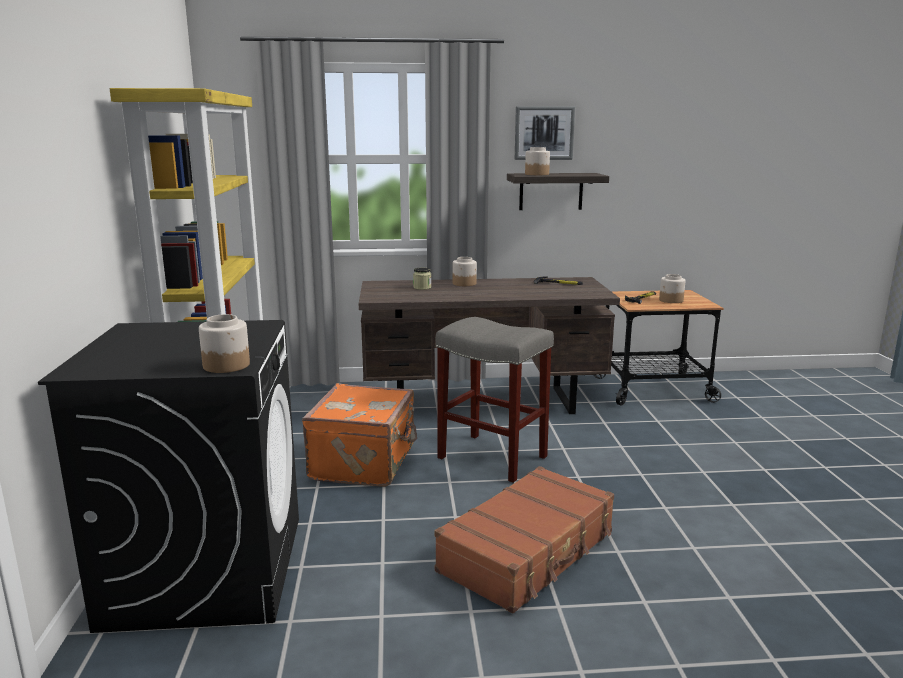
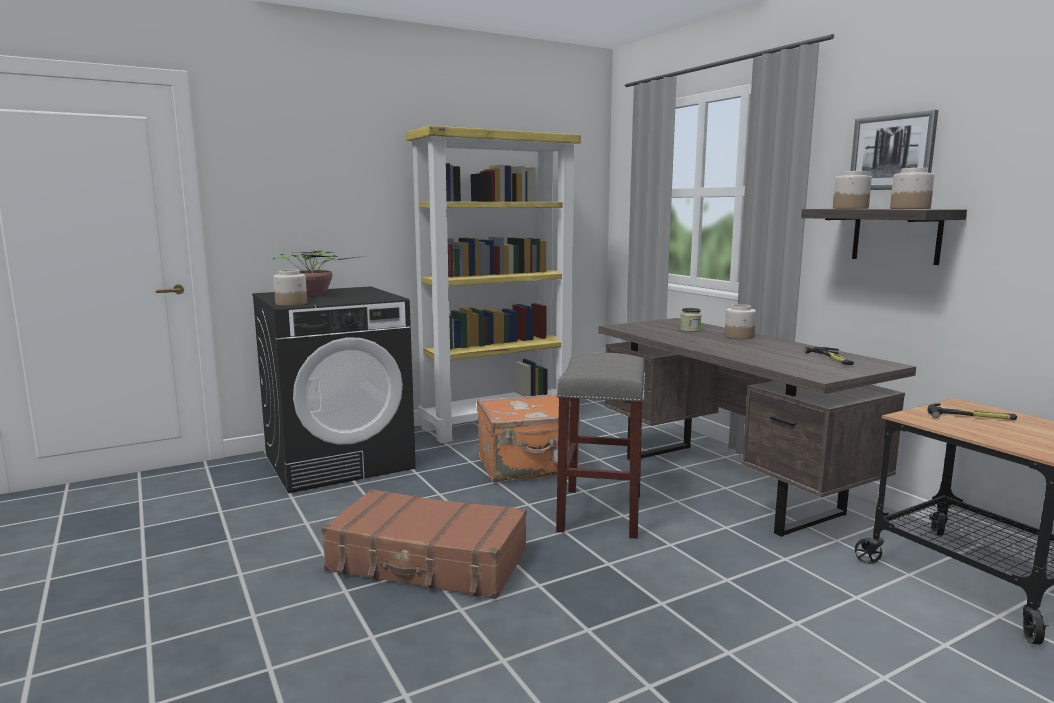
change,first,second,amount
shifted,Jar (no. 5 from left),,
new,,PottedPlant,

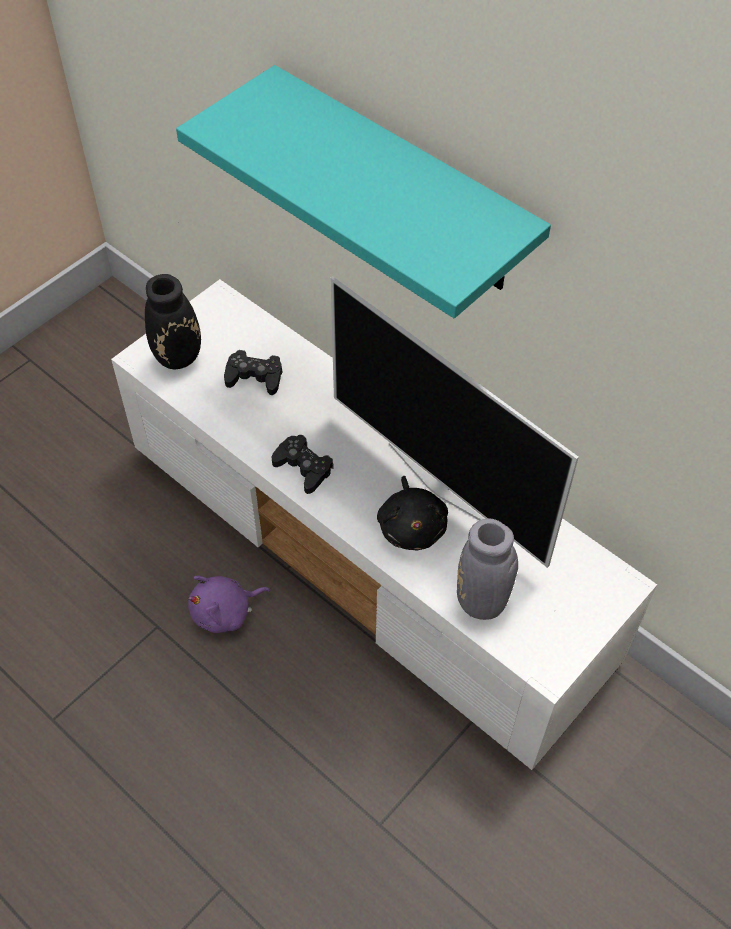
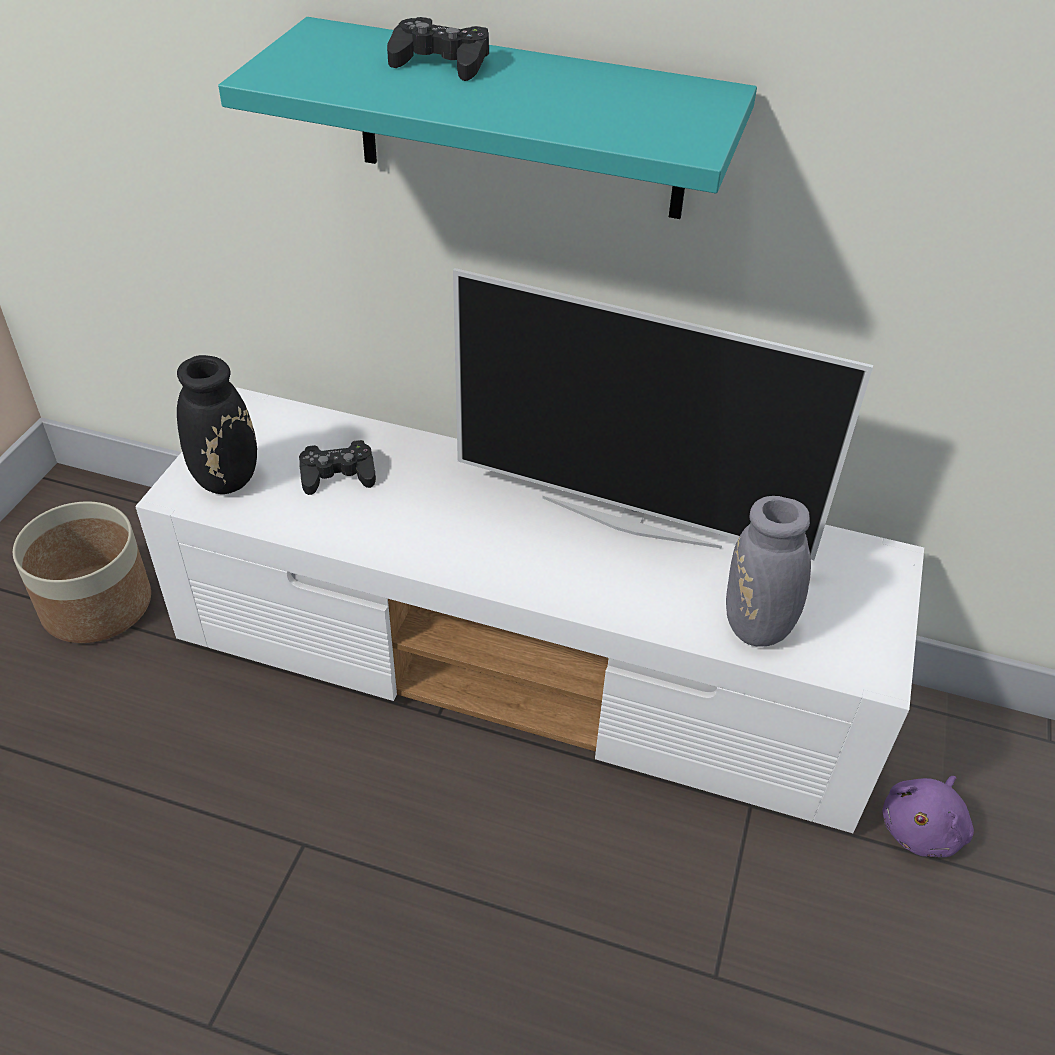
change,first,second,amount
shifted,BlackGameController (no. 2 from left),,
gone,BlackPlushToy,,
shifted,PurplePlushToy,,
new,,Planter,

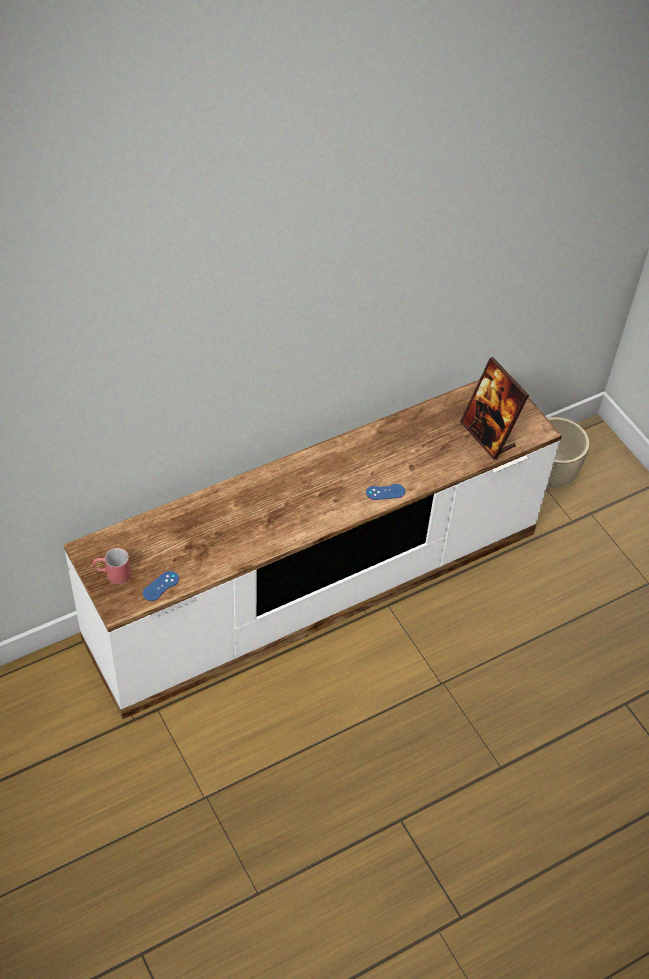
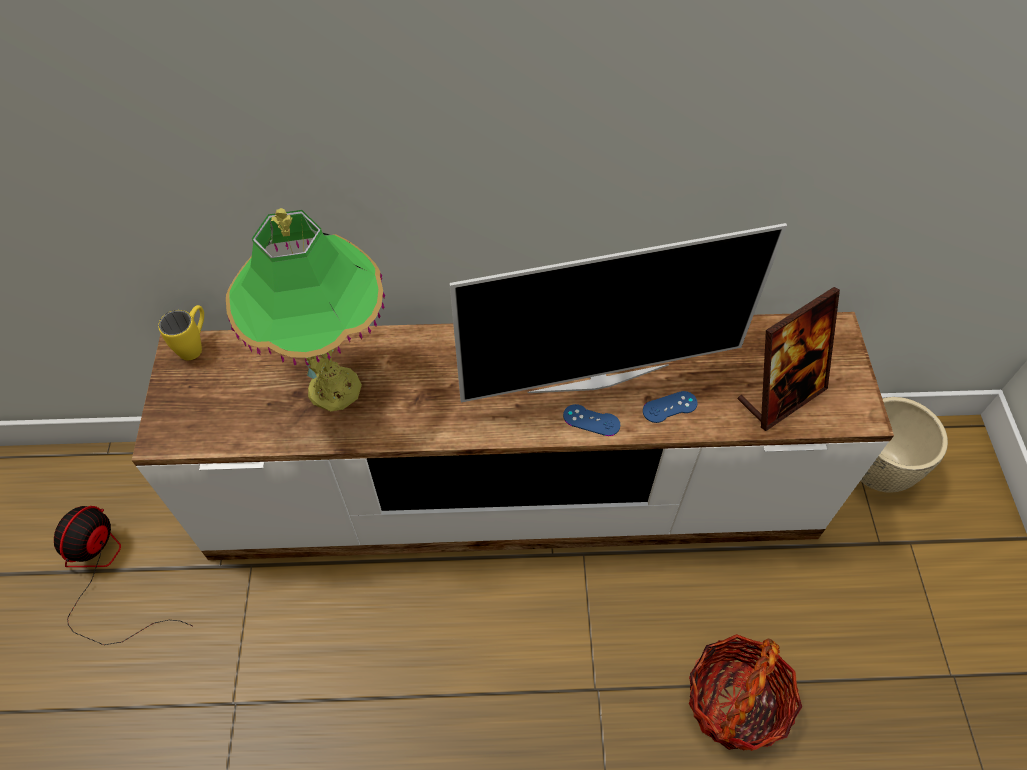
change,first,second,amount
rotated,PictureFrame,,120 degrees counterclockwise
gone,RedMug,,
shifted,BlueGameController (no. 1 from left in the first image),BlueGameController (no. 2 from left),
new,,TableLamp,
new,,Television,
new,,YellowMug,
new,,Fan,
new,,Basket,

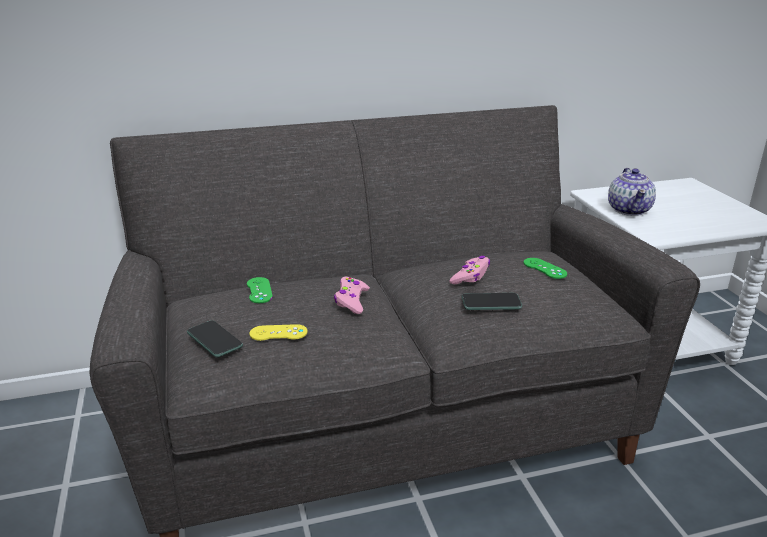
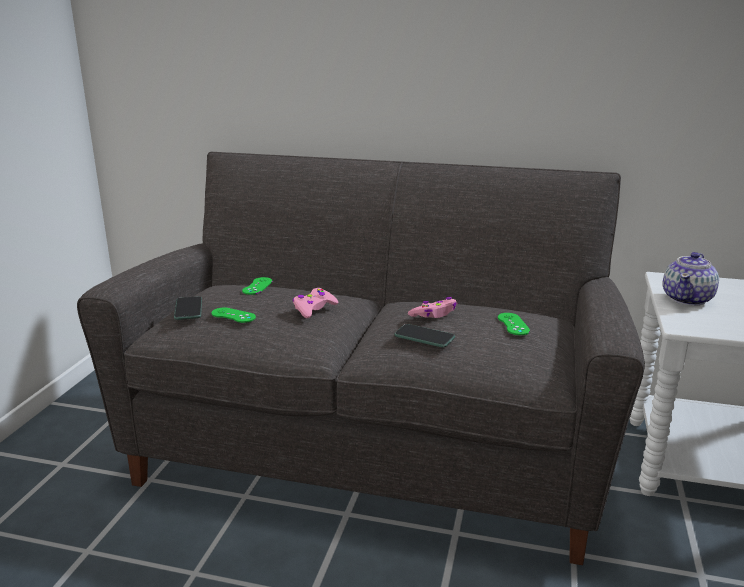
change,first,second,amount
repainted,YellowGameController,GreenGameController (no. 1 from left),

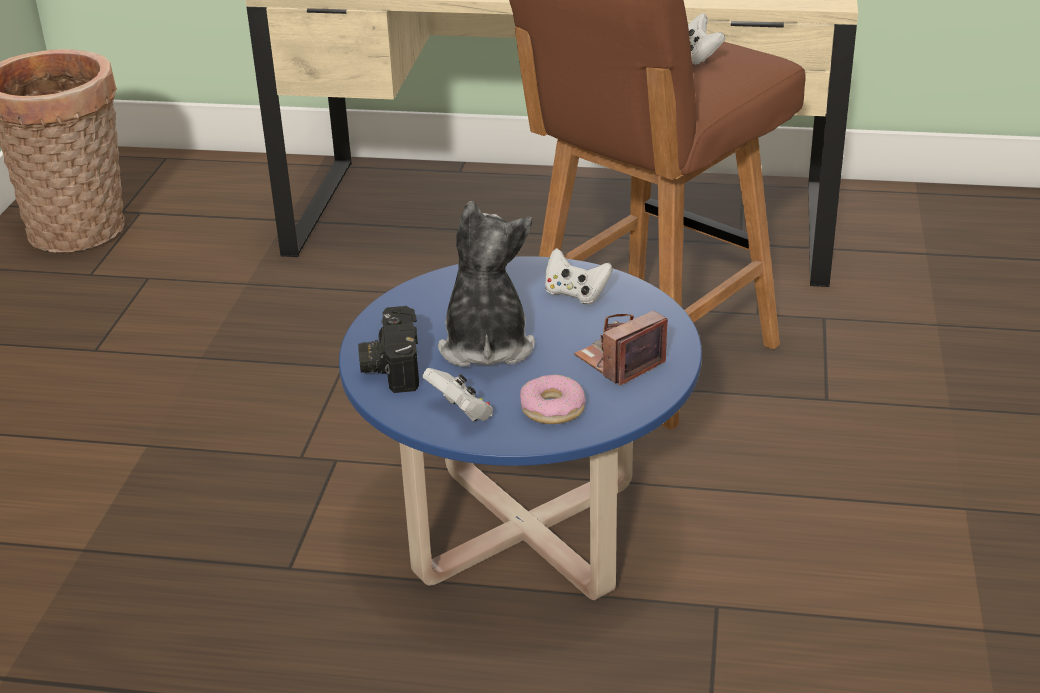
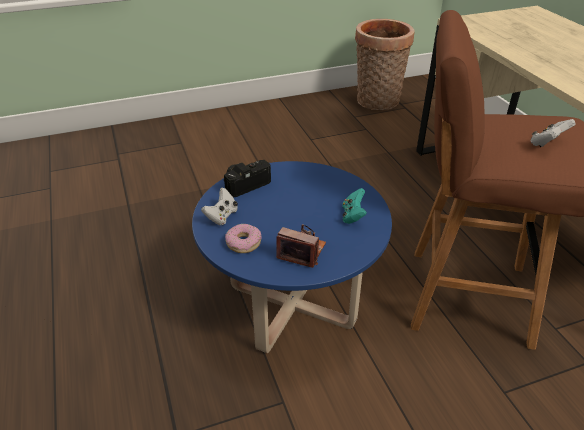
change,first,second,amount
gone,PlushToy,,
repainted,WhiteGameController (no. 2 from left),TurquoiseGameController,

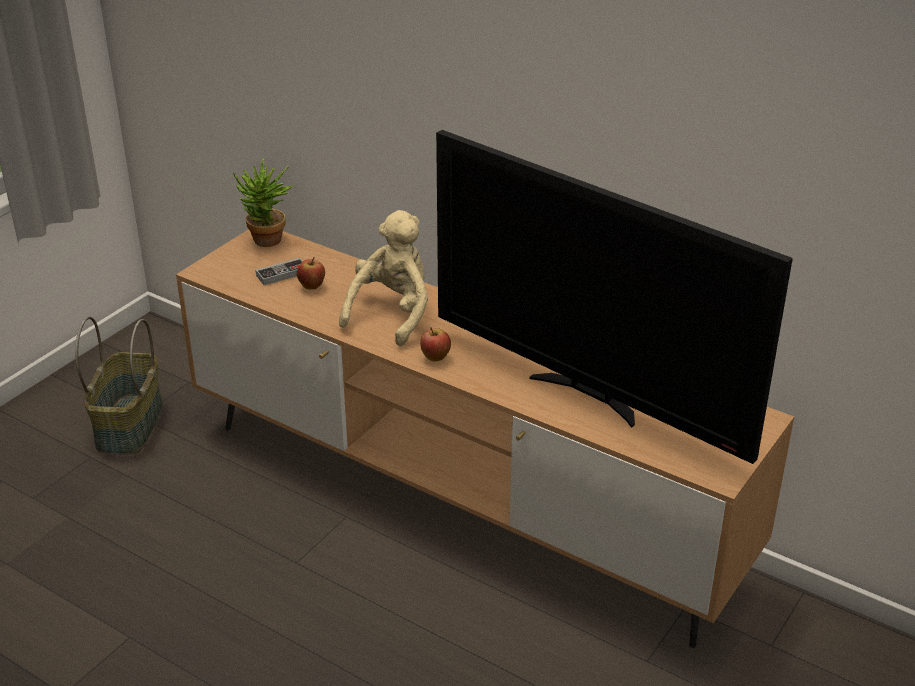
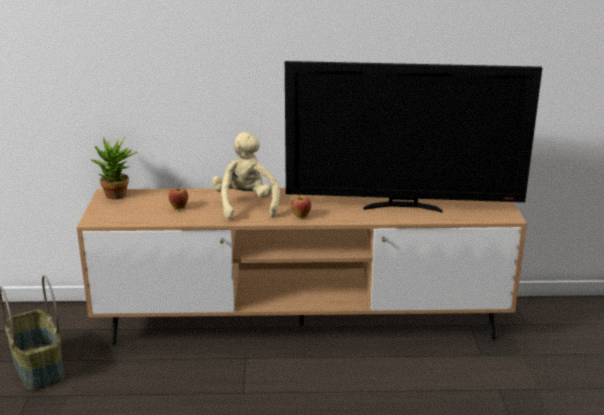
change,first,second,amount
gone,GameController,,

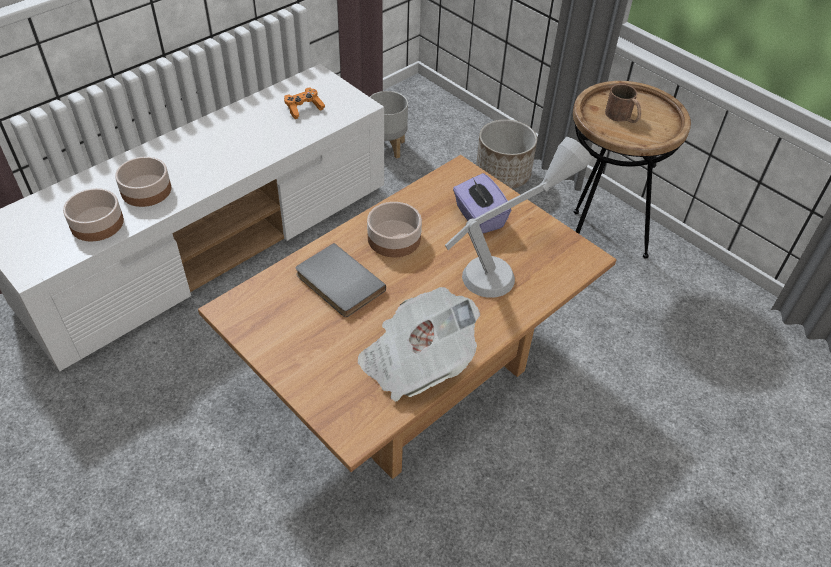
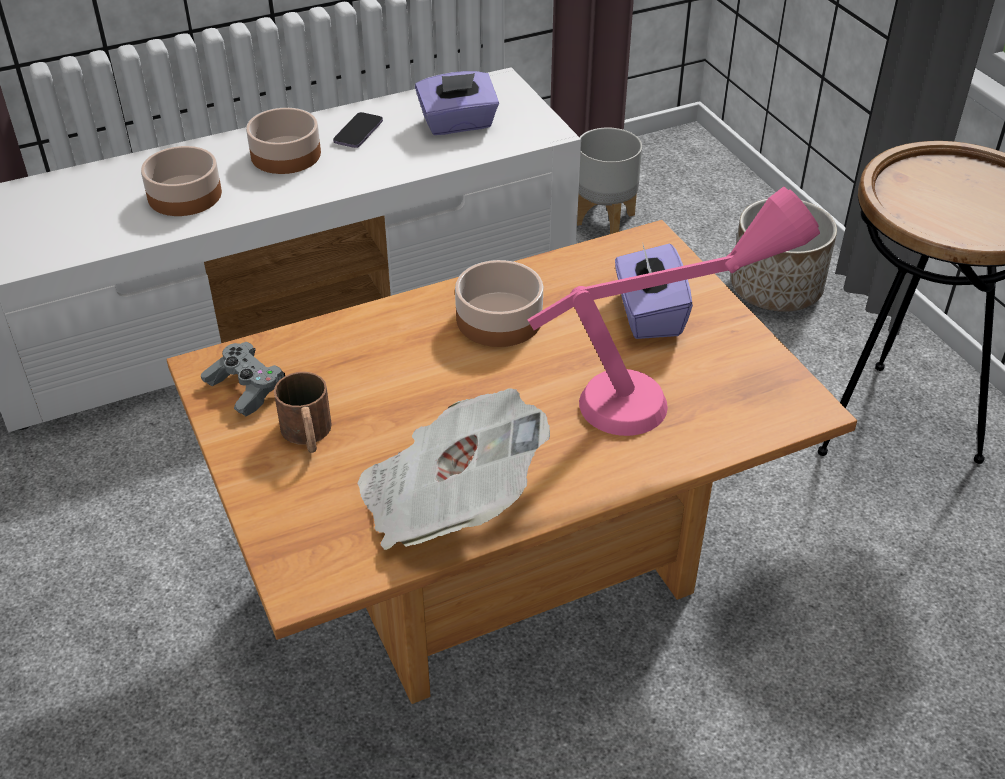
change,first,second,amount
shifted,BrownMug,,
swapped,OrangeGameController,PurpleTissueBox (no. 1 from left),
repainted,GreyTableLamp,PinkTableLamp,
shifted,Bowl (no. 1 from left in the first image),Bowl (no. 2 from left),
gone,GreyBook,,
new,,Phone,
new,,GreyGameController,

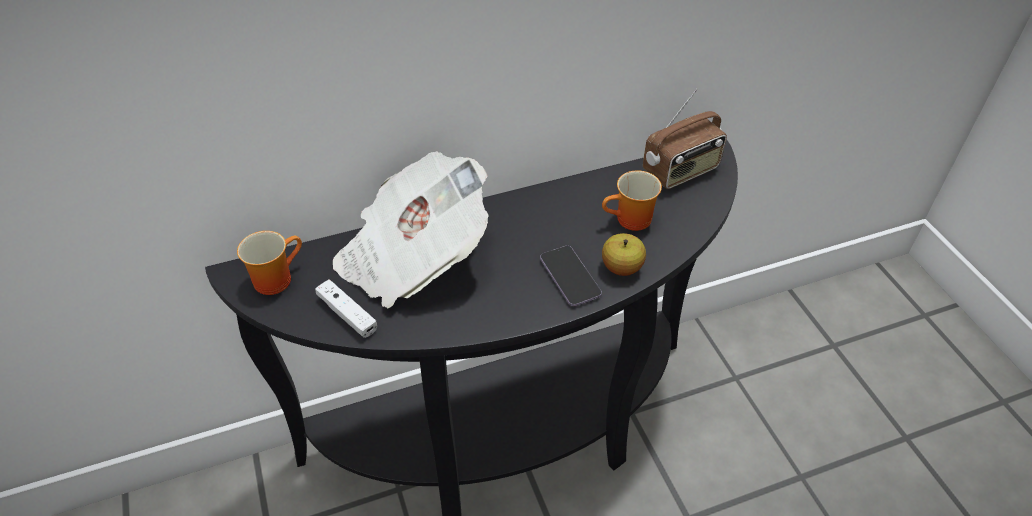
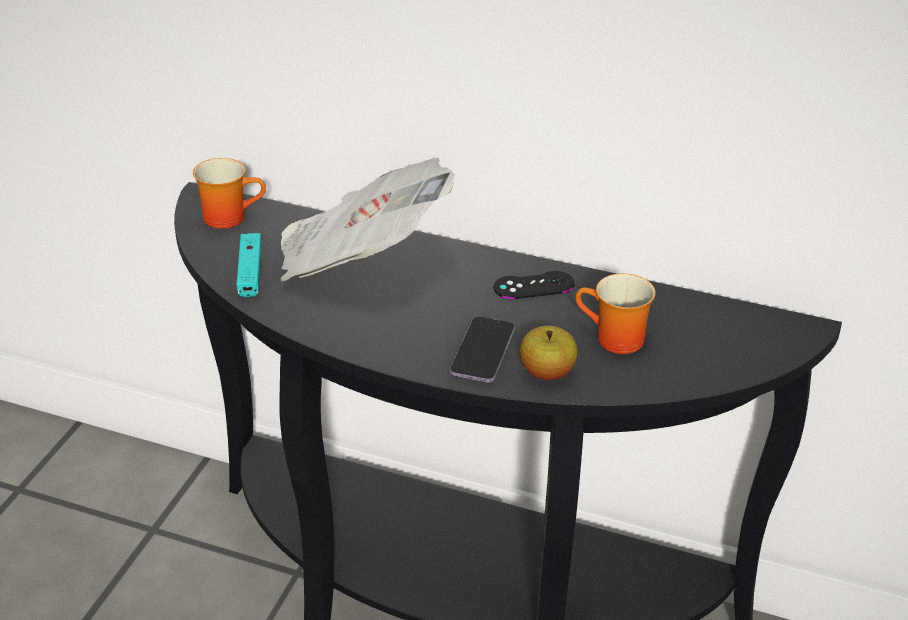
change,first,second,amount
gone,Radio,,
repainted,WhiteGameController,TurquoiseGameController,
new,,BlackGameController,

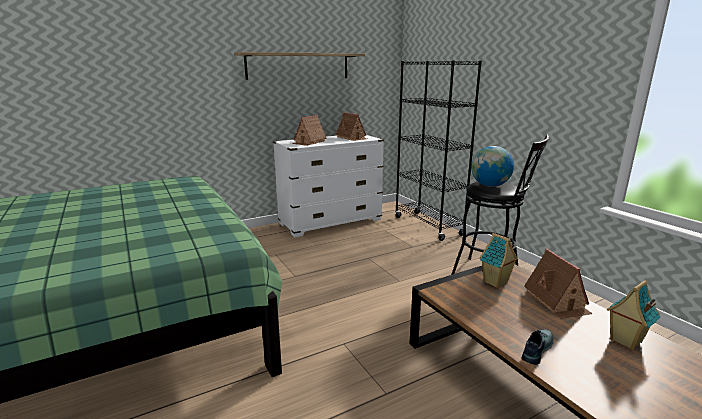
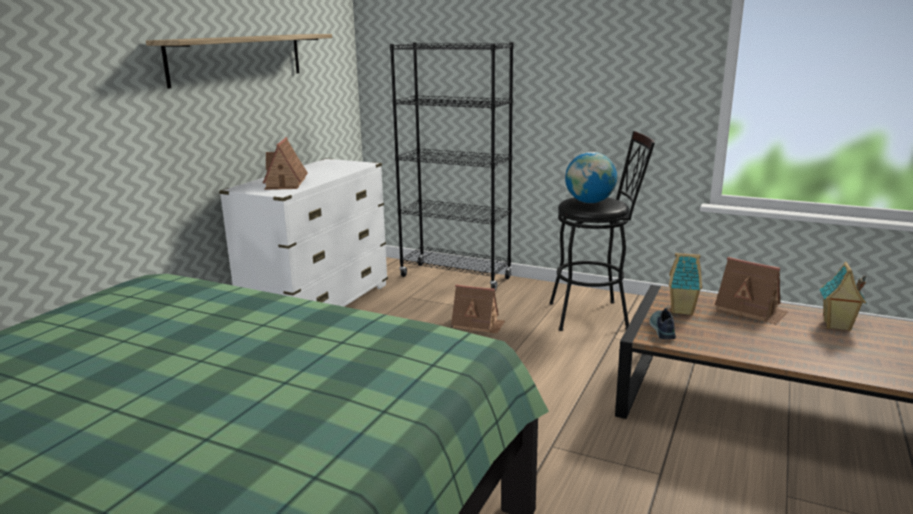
change,first,second,amount
shifted,ToyHouse (no. 2 from left),,
shifted,Shoe,,

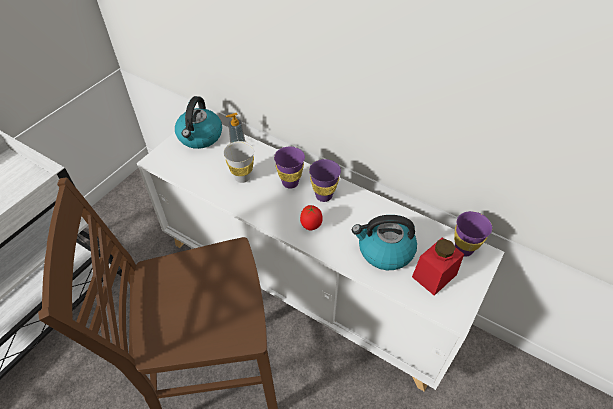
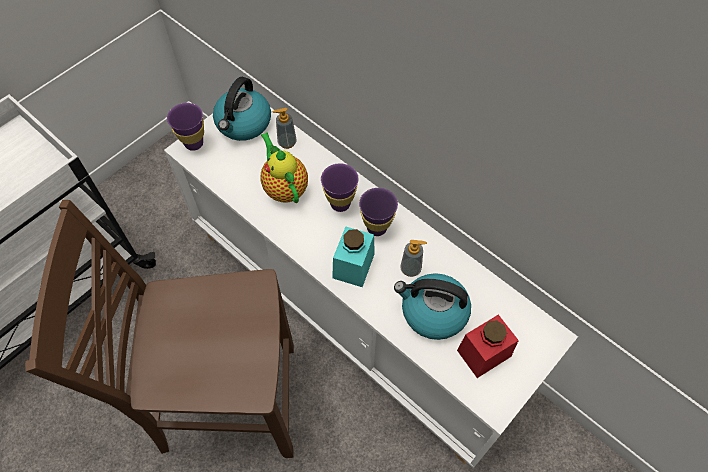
change,first,second,amount
swapped,WhiteCup,Teapot,
swapped,Tomato,TurquoiseJar,
shifted,PurpleCup (no. 3 from left in the first image),PurpleCup (no. 1 from left),
new,,SoapDispenser (no. 2 from left),

